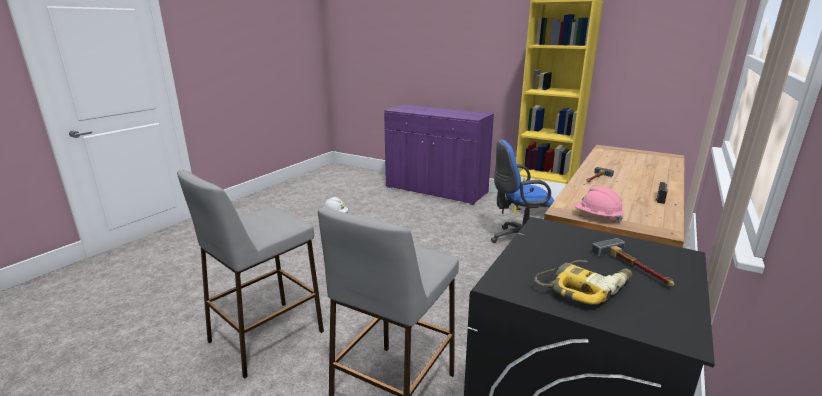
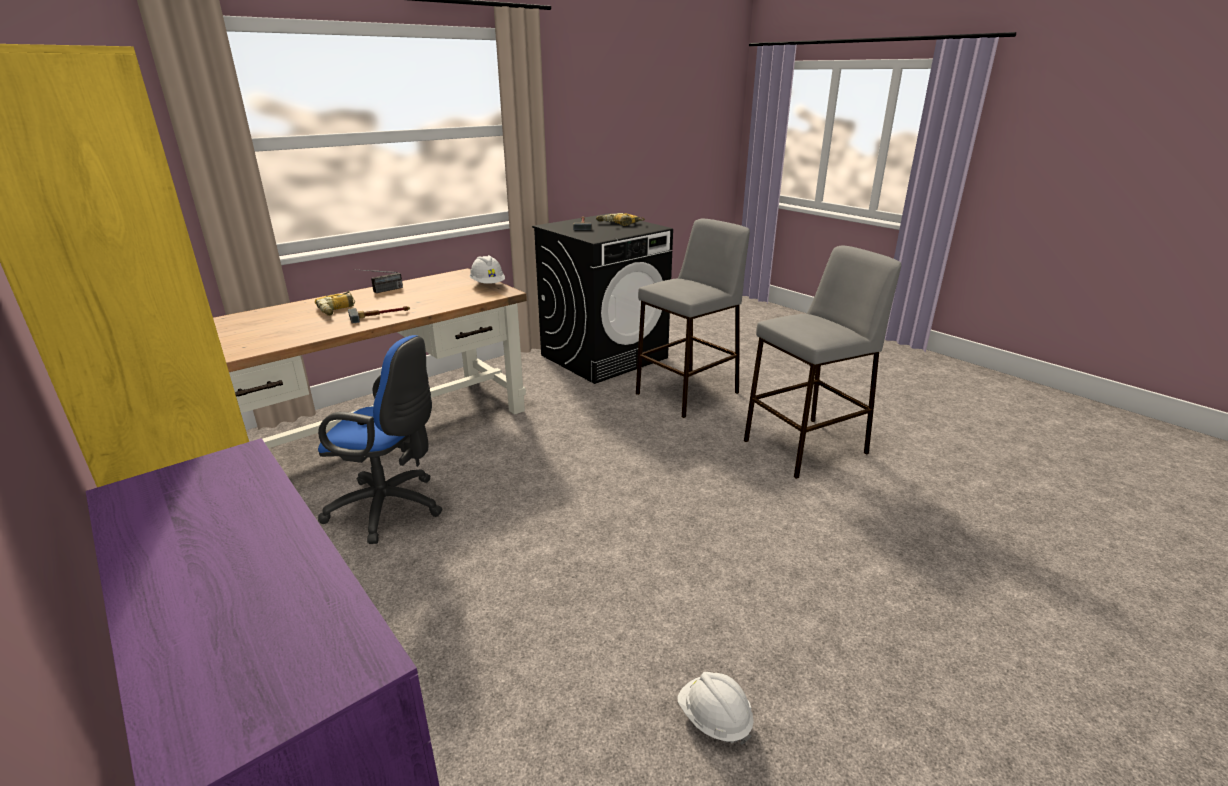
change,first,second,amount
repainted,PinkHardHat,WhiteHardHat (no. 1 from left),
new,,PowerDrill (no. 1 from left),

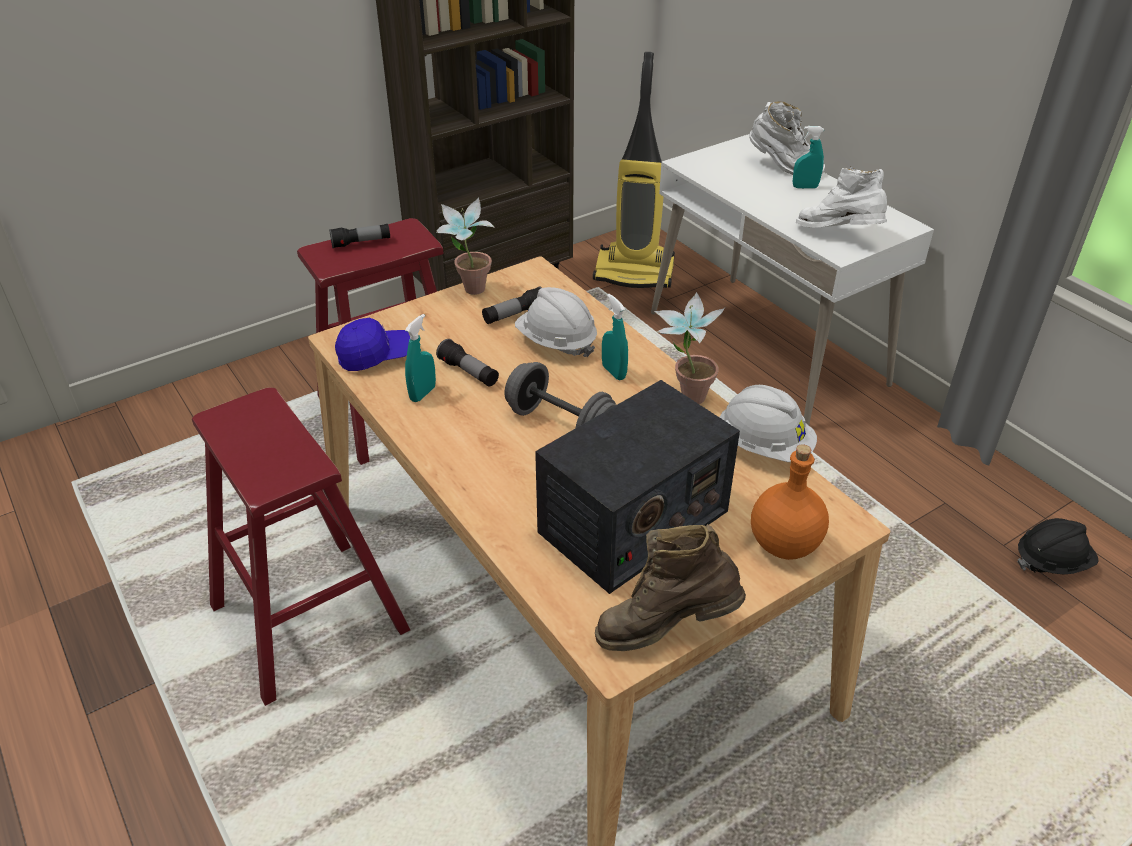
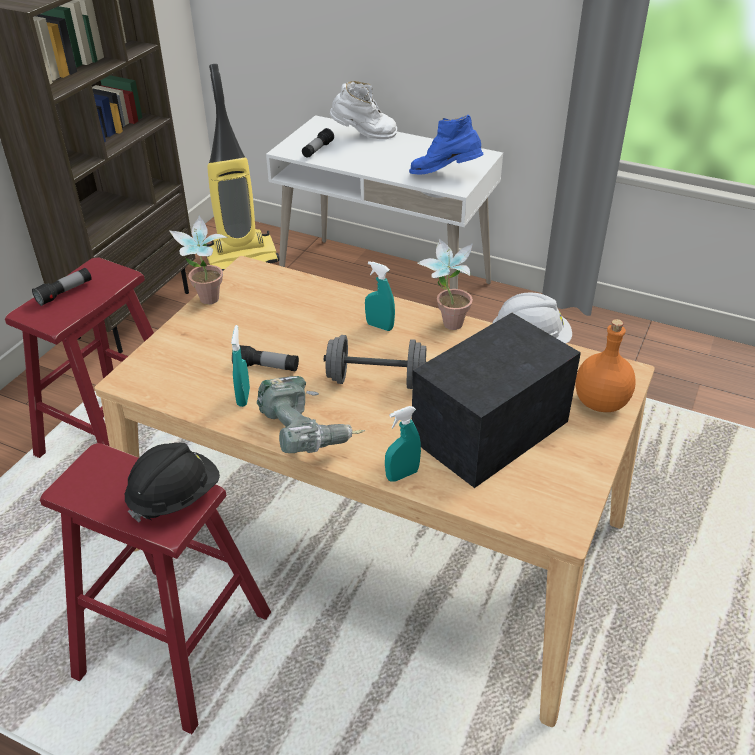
change,first,second,amount
shifted,TurquoiseSprayBottle (no. 3 from left),,
repainted,WhiteBoot (no. 2 from left),BlueBoot,
shifted,Flashlight (no. 3 from left),,
gone,WhiteHardHat (no. 1 from left),,
gone,BlueCap,,
rotated,Radio,,150 degrees counterclockwise
shifted,BlackHardHat,,
gone,BrownBoot,,
new,,PowerDrill,

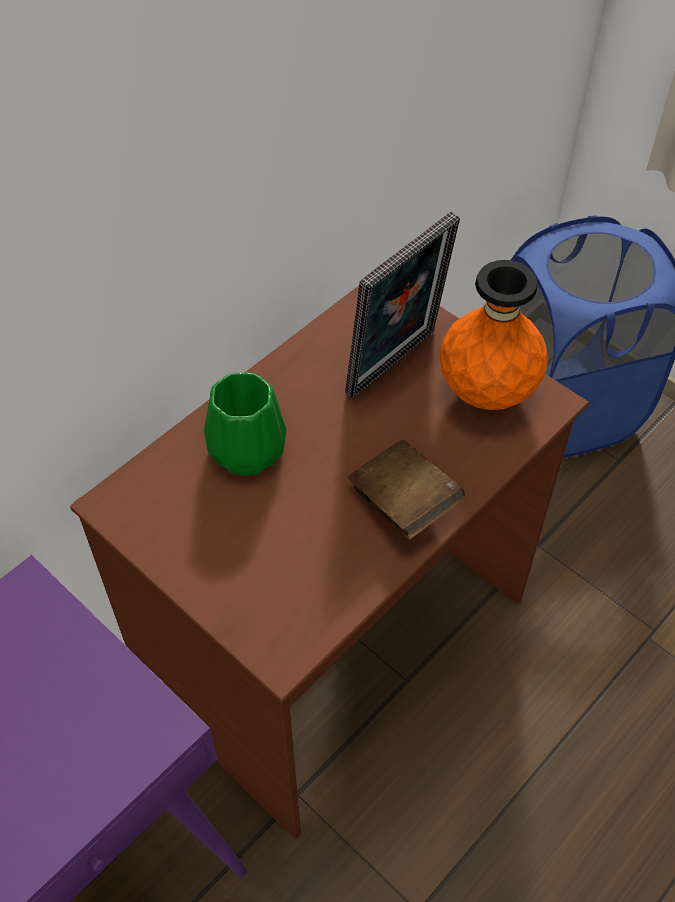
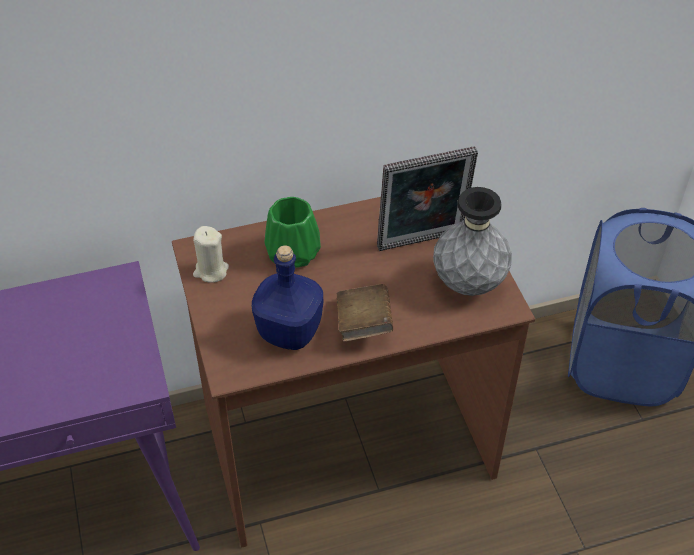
change,first,second,amount
repainted,OrangeVase,GreyVase,
new,,BeigeCandle,
new,,BlueBottle,

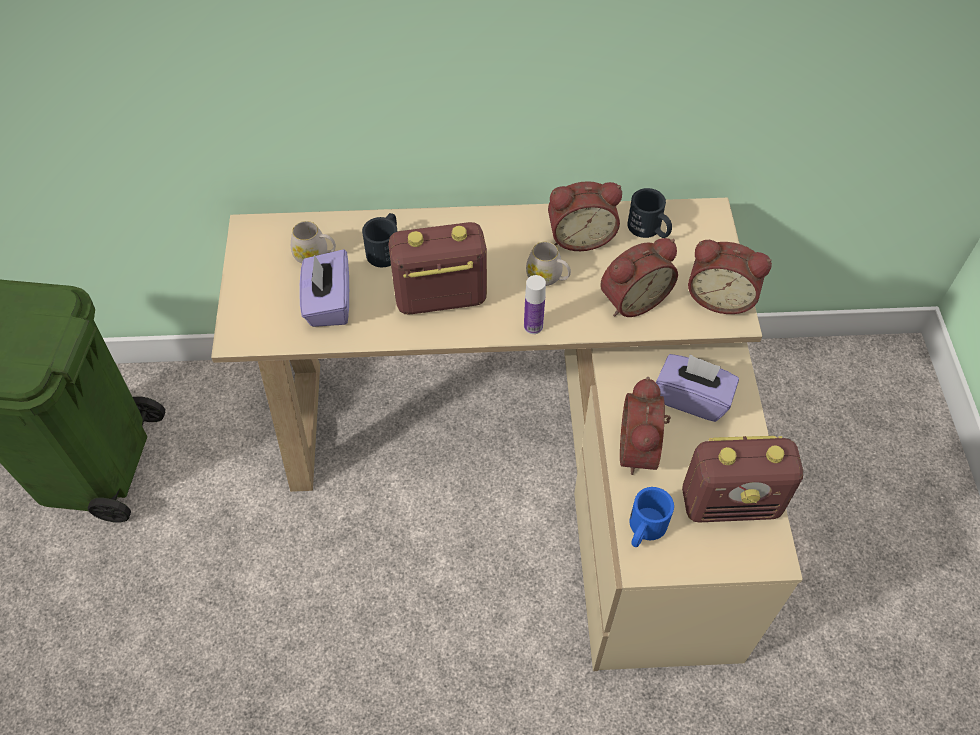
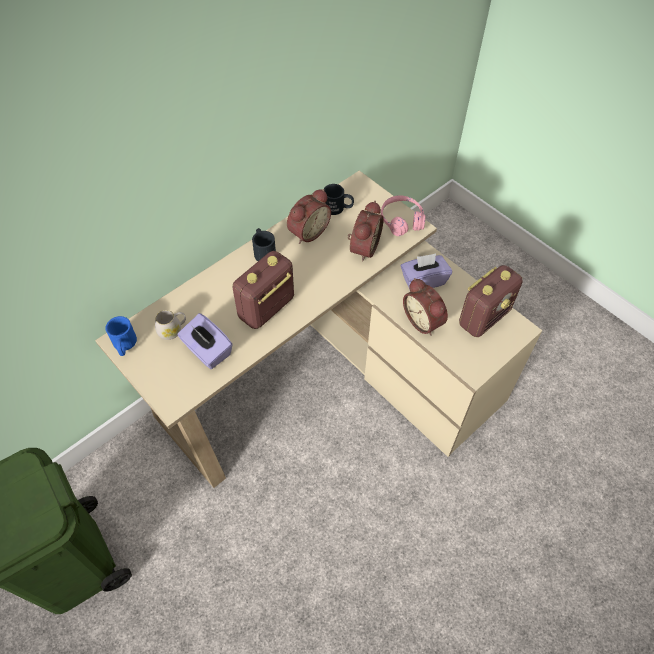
change,first,second,amount
shifted,BlackMug (no. 1 from left),,
swapped,AlarmClock (no. 4 from left),PinkHeadphones,
gone,WhiteMug (no. 2 from left),,
gone,Bottle,,
shifted,BlueMug,,

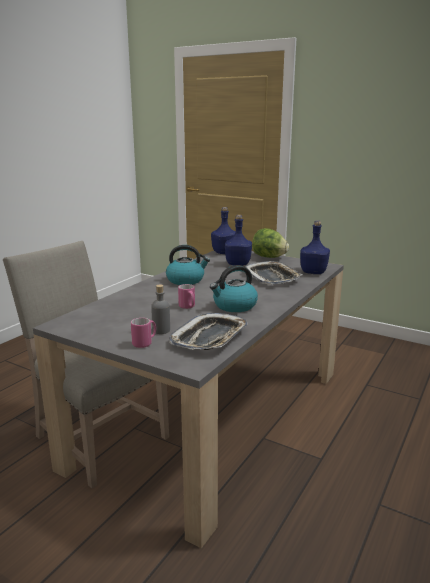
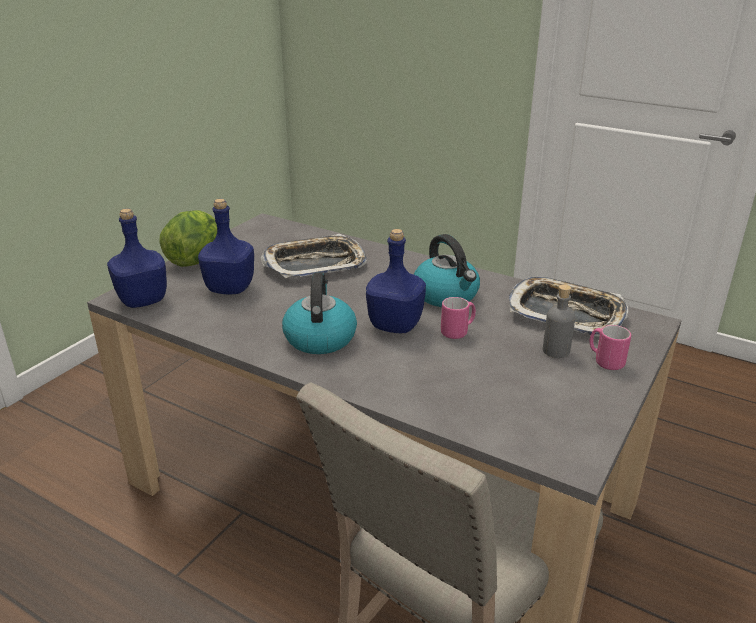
change,first,second,amount
shifted,BlueBottle (no. 3 from left),,

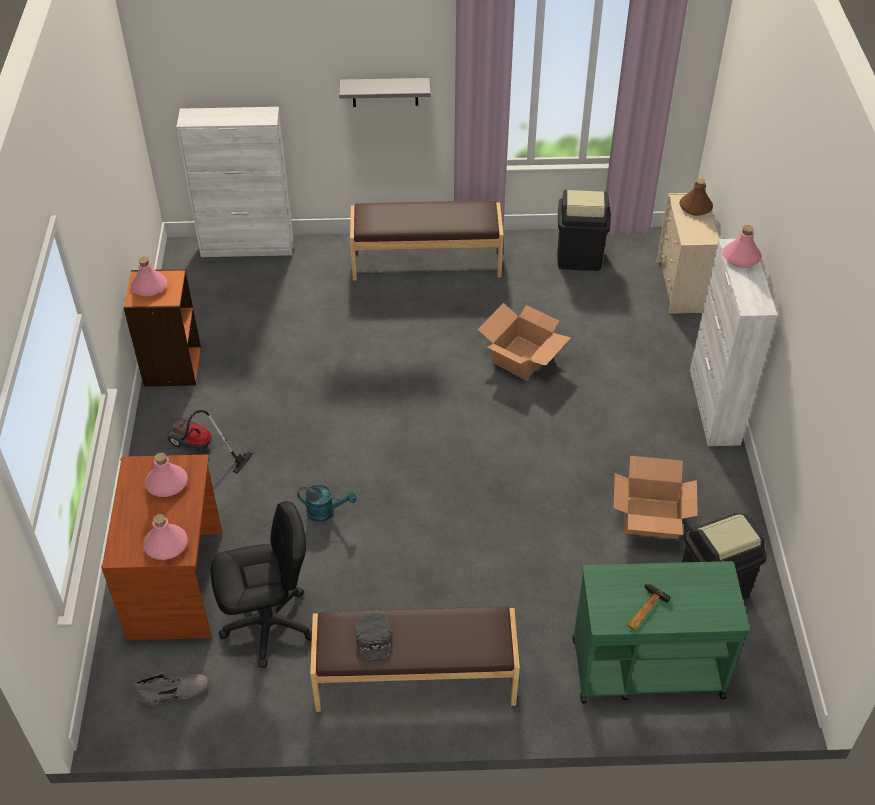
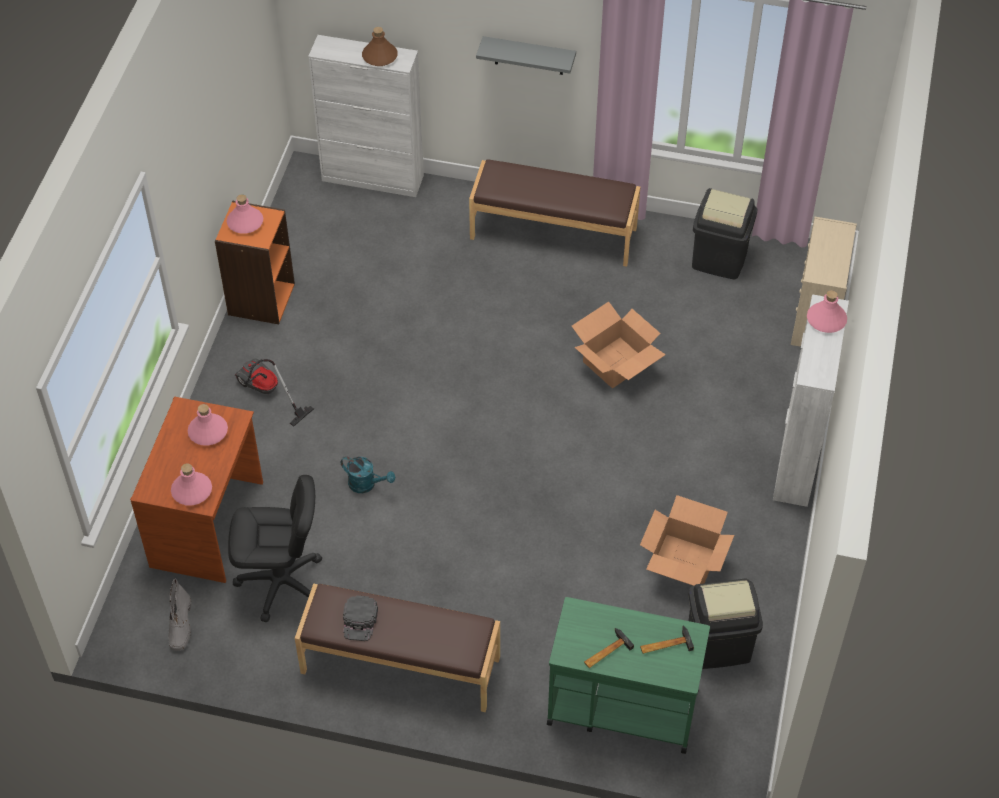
change,first,second,amount
shifted,BrownBottle,,
rotated,GreyBoot,,90 degrees clockwise
new,,Hammer (no. 2 from left),

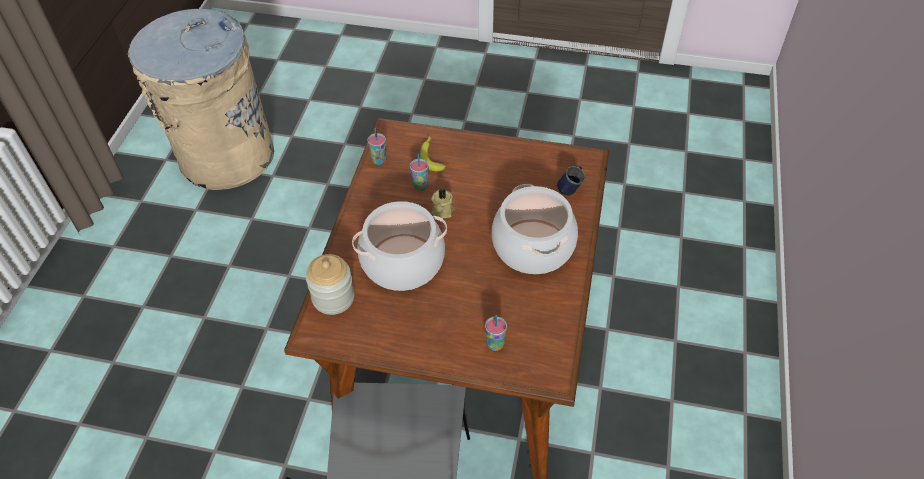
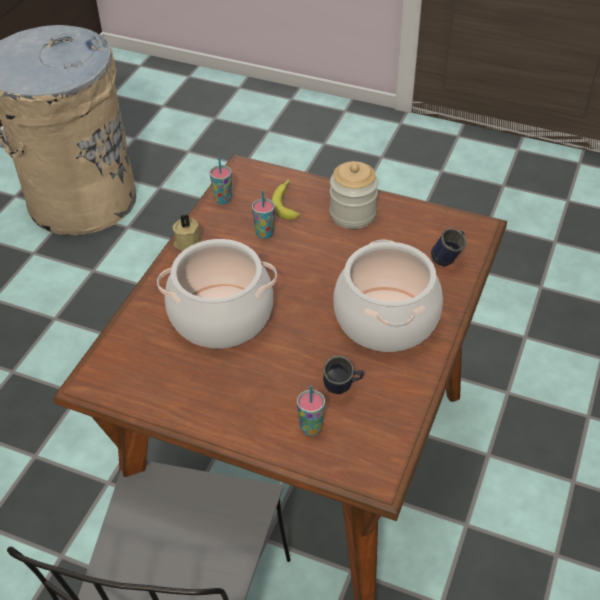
change,first,second,amount
shifted,BeigeCandle,,
shifted,Jar,,
new,,BlueMug (no. 1 from left),

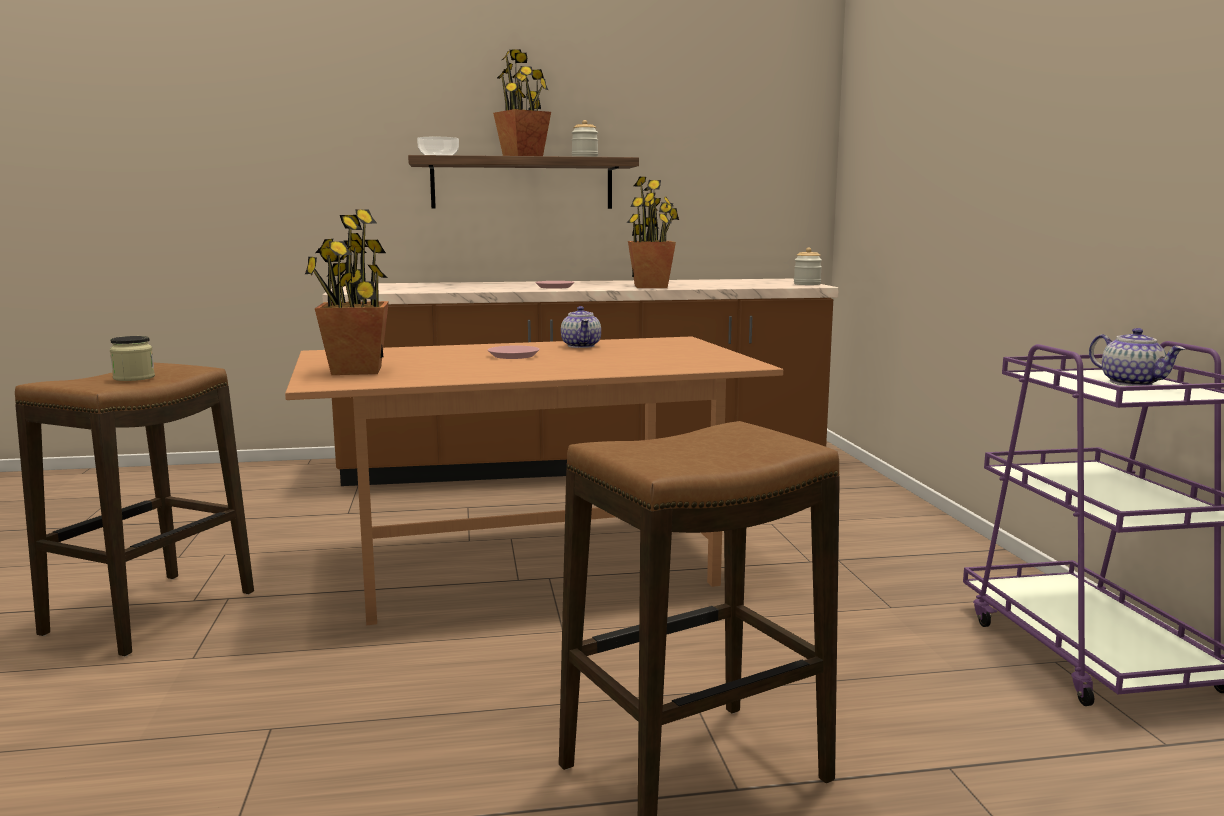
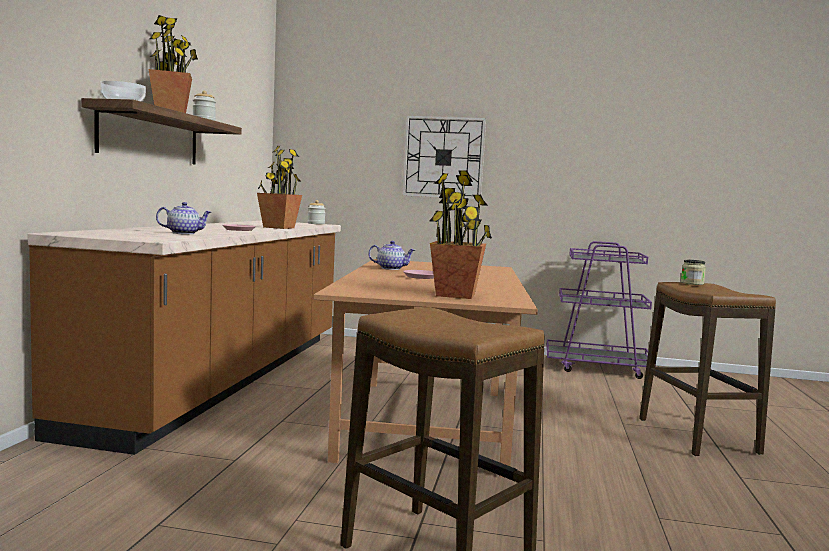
change,first,second,amount
shifted,Teapot (no. 2 from left in the first image),Teapot (no. 1 from left),
shifted,Jar (no. 1 from left in the first image),Jar (no. 3 from left),
new,,WallClock,

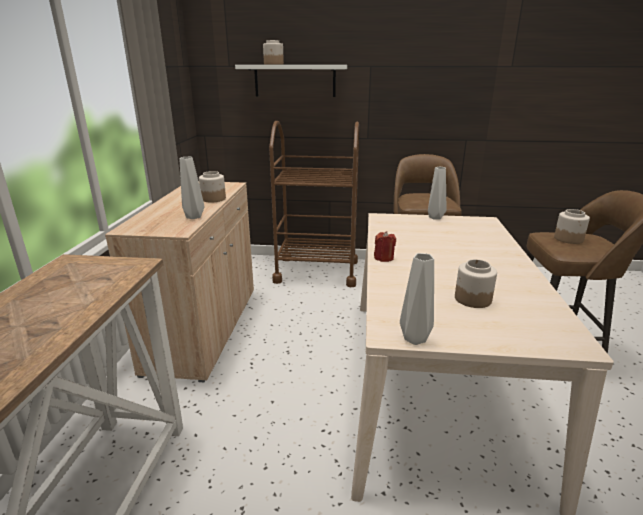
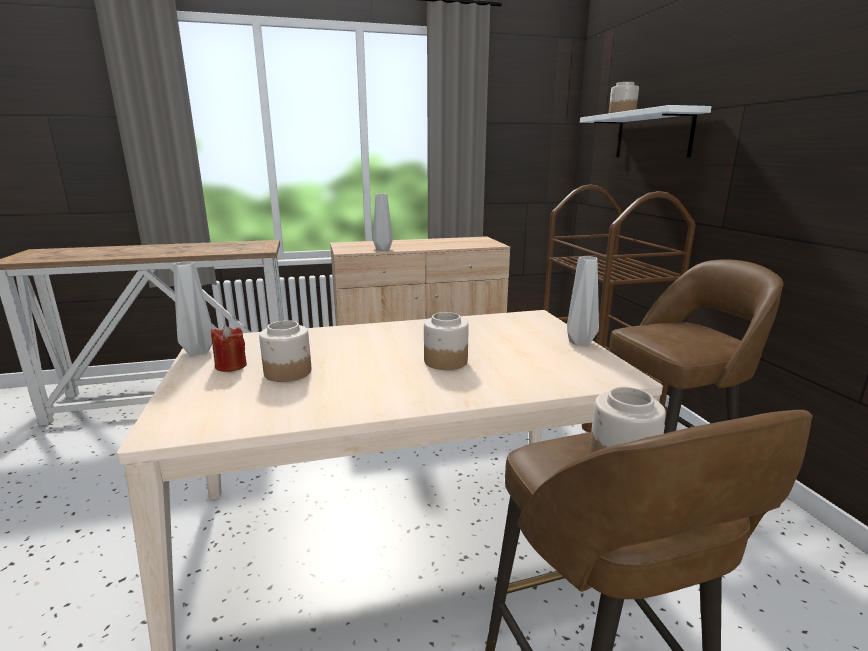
change,first,second,amount
shifted,Jar (no. 1 from left in the first image),Jar (no. 2 from left),
shifted,RedCandle,,

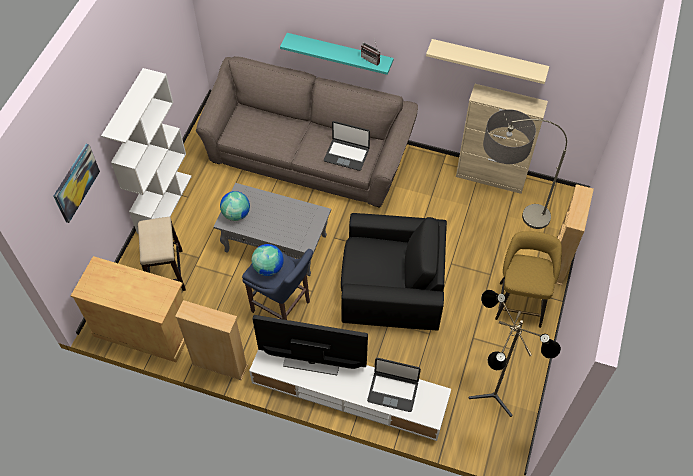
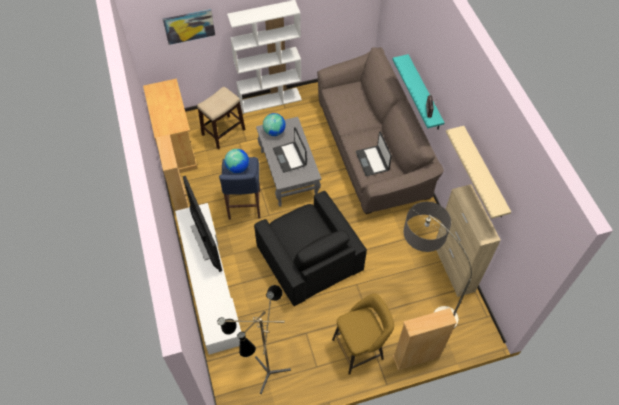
change,first,second,amount
shifted,Laptop (no. 2 from left in the first image),Laptop (no. 1 from left),

